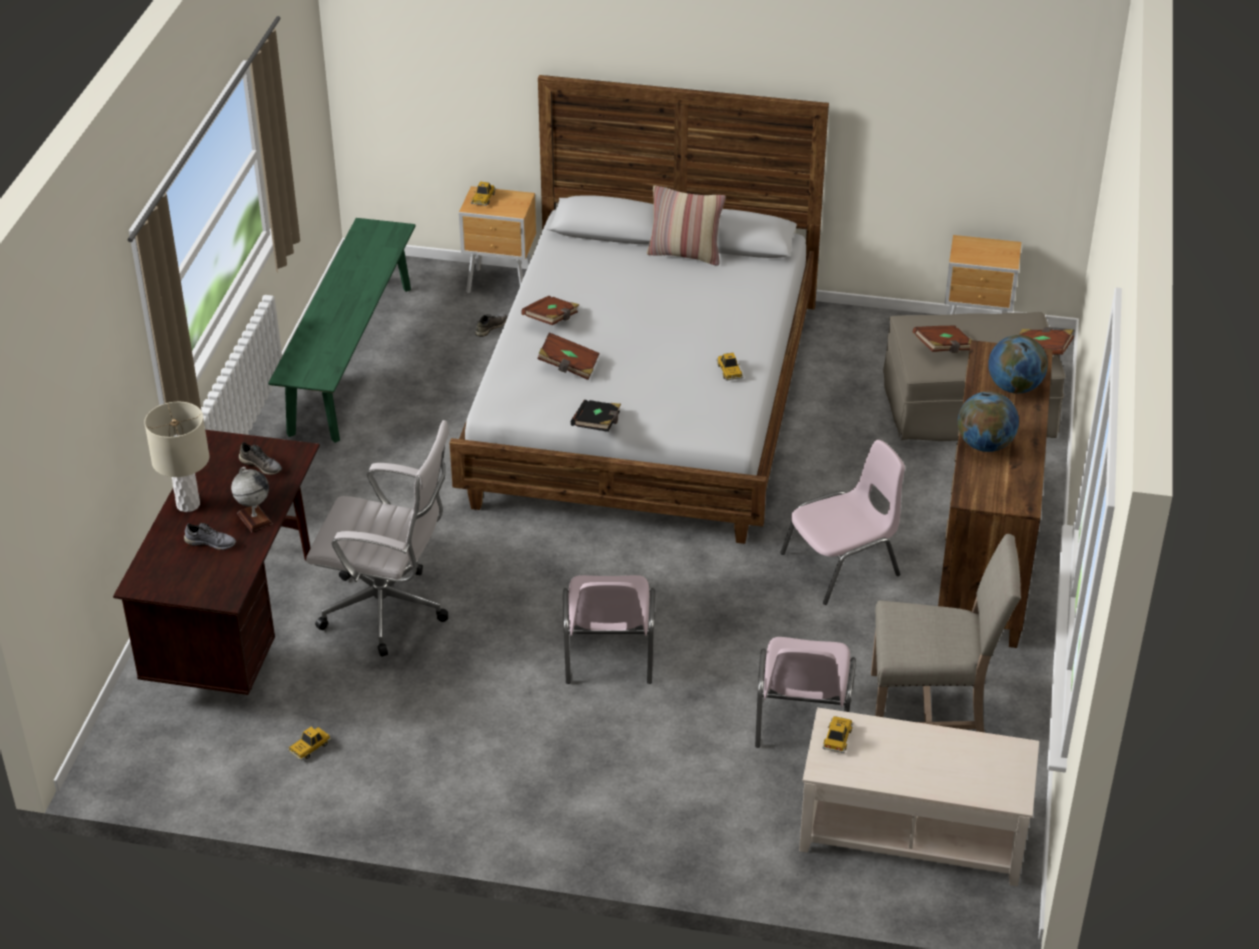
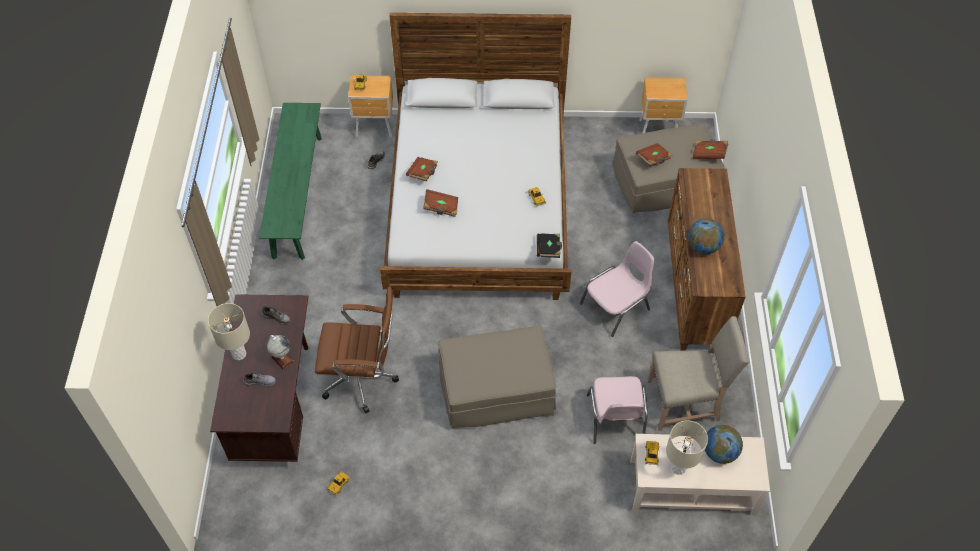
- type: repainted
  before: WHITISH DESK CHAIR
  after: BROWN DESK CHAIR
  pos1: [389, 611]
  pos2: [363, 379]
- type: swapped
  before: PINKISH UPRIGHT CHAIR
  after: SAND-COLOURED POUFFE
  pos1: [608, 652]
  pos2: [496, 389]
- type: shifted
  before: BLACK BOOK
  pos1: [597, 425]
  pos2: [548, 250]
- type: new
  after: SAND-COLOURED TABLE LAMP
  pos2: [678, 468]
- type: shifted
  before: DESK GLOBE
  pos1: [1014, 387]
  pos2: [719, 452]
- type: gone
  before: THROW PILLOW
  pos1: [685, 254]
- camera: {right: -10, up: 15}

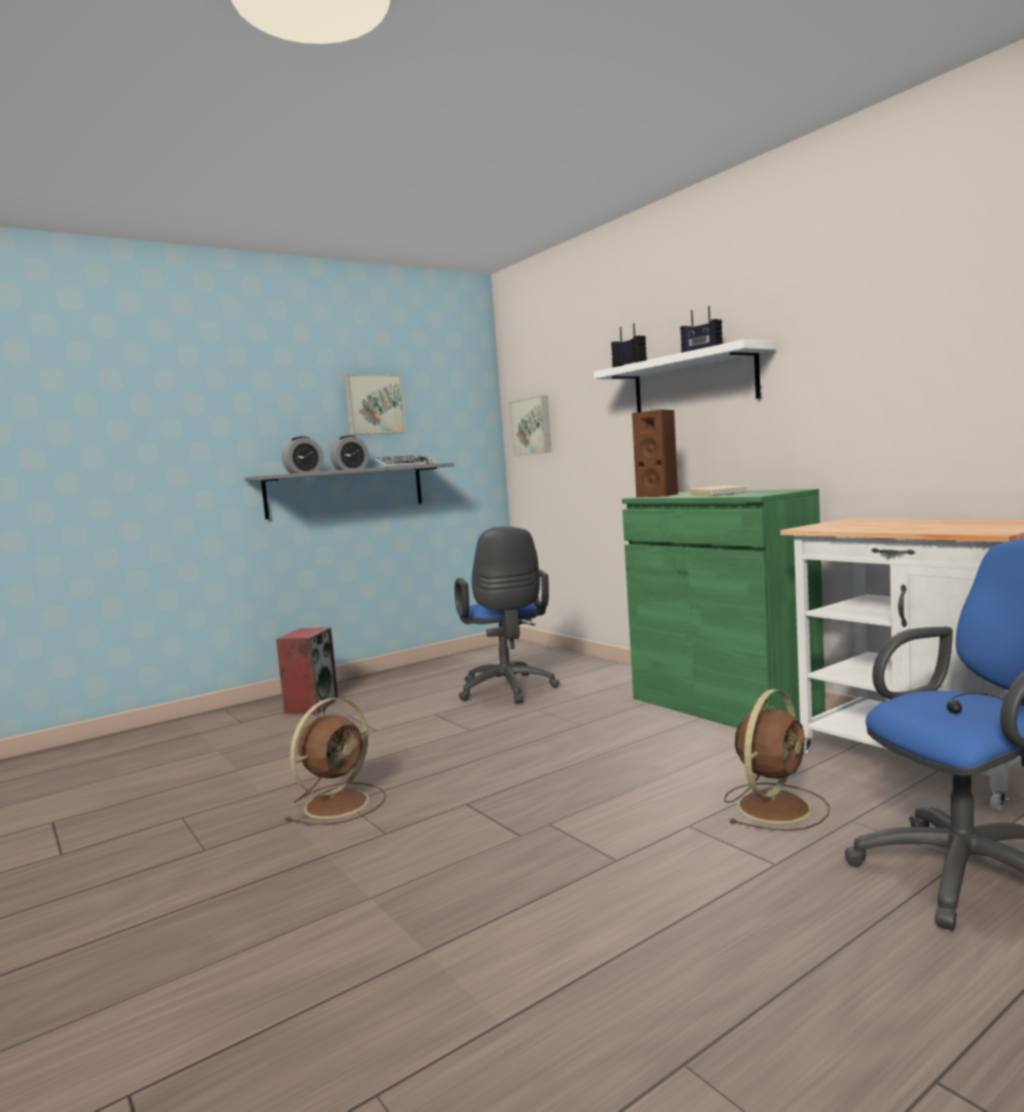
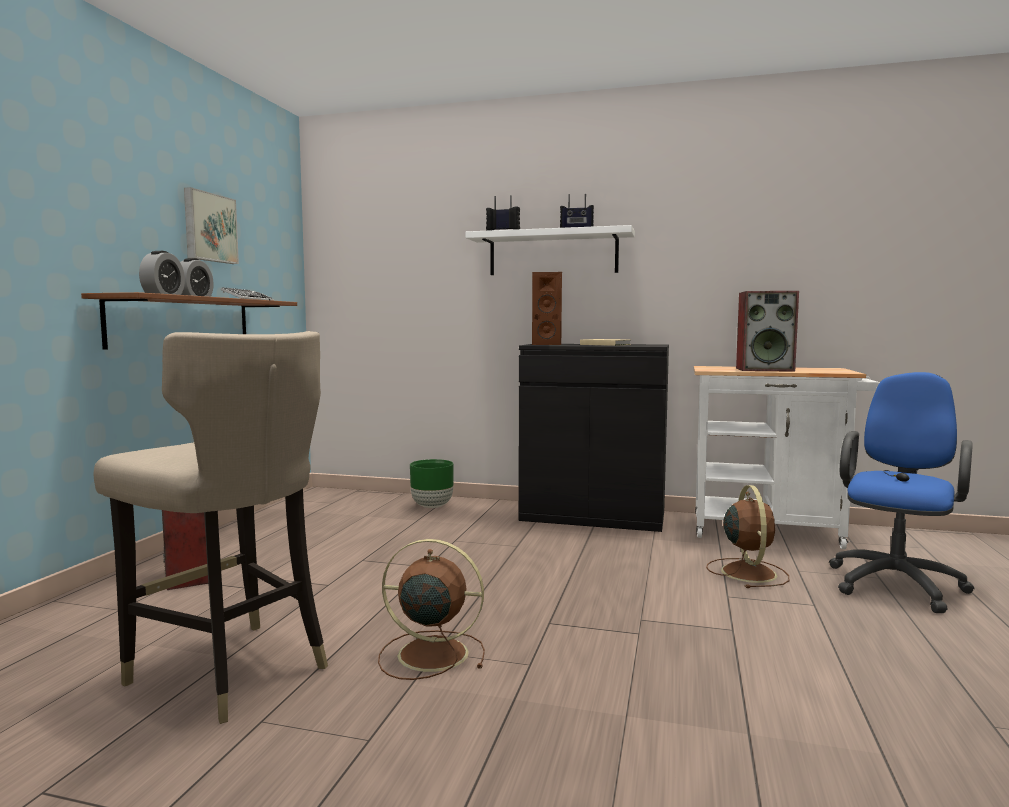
- type: repainted
  before: GREY WALL SHELF
  after: BROWN WALL SHELF
  pos1: [346, 490]
  pos2: [182, 322]
- type: new
  after: SAND-COLOURED STOOL
  pos2: [230, 671]
- type: rotated
  before: BROWN COOLING FAN
  pos1: [339, 803]
  pos2: [429, 654]
  turn: -75
- type: new
  after: GREENISH PLANTER
  pos2: [432, 506]
- type: repainted
  before: GREENISH CABINET
  after: BLACK CABINET
  pos1: [723, 706]
  pos2: [592, 516]
- type: new
  after: LOUDSPEAKER
  pos2: [765, 369]
- type: gone
  before: BLUE DESK CHAIR
  pos1: [508, 691]
- type: gone
  before: PICTURE
  pos1: [532, 426]
- camera: {right: -40, up: 0}

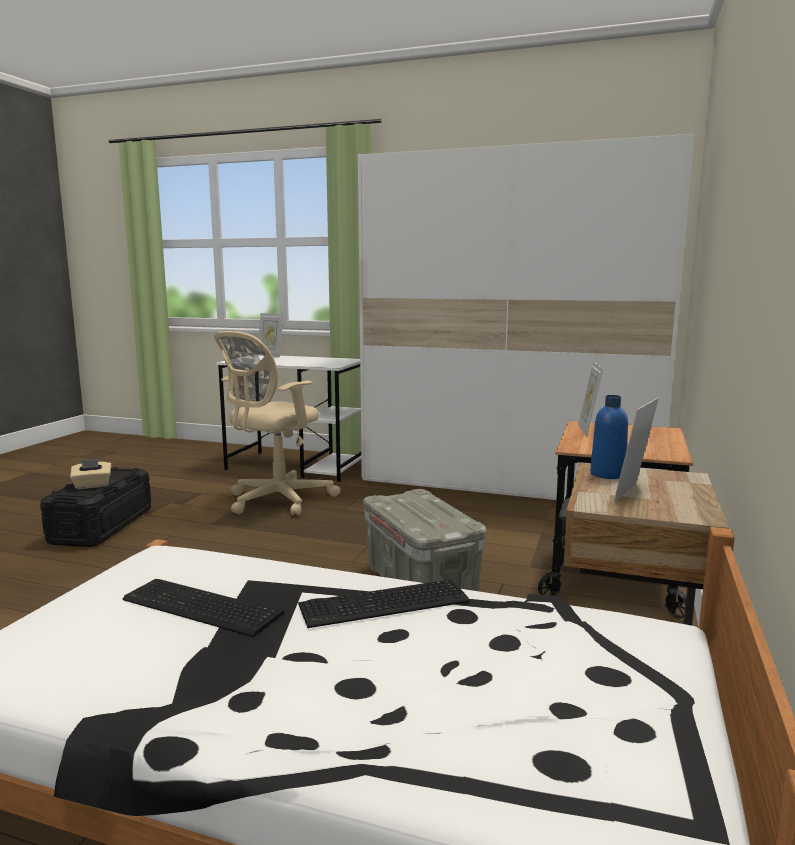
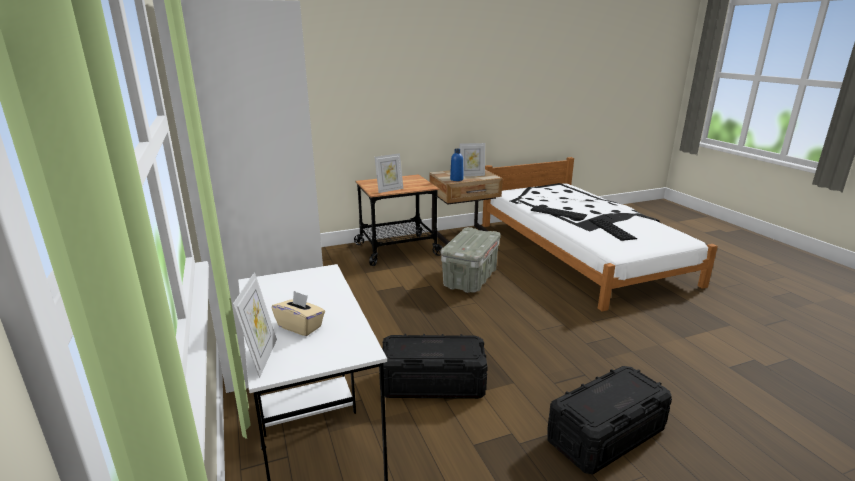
- type: shifted
  before: SAND-COLOURED TISSUE BOX
  pos1: [92, 486]
  pos2: [300, 326]
- type: swapped
  before: SAND-COLOURED DESK CHAIR
  after: BLACK STORAGE BOX
  pos1: [276, 501]
  pos2: [433, 383]
- camera: {right: -130, up: 10}

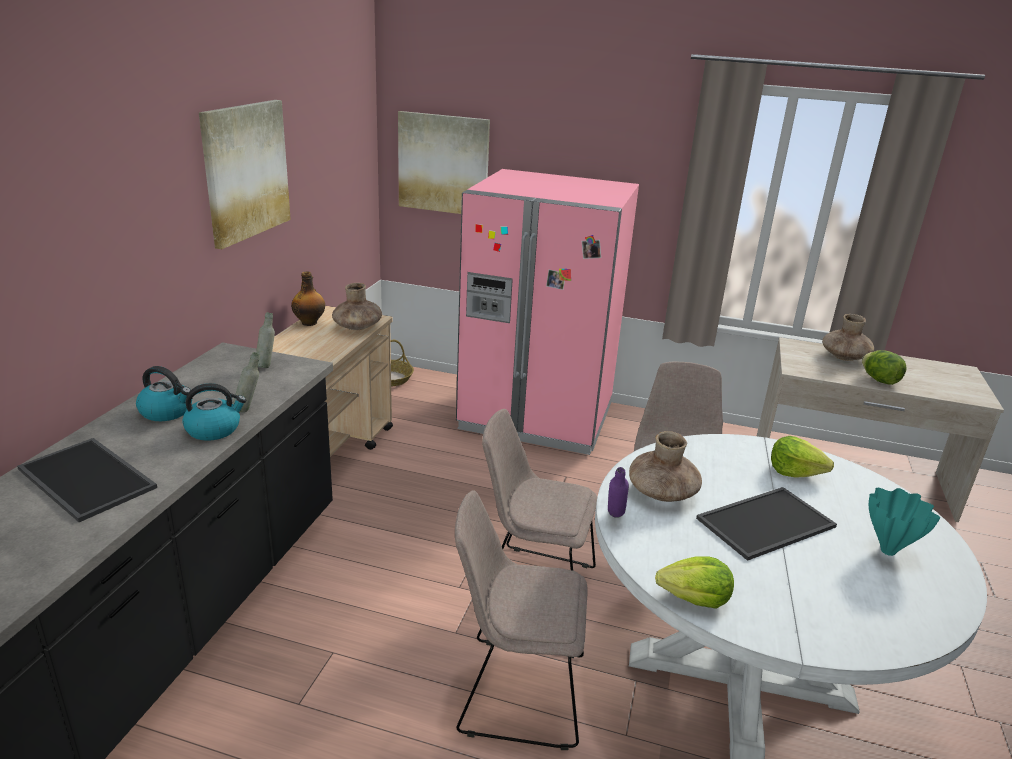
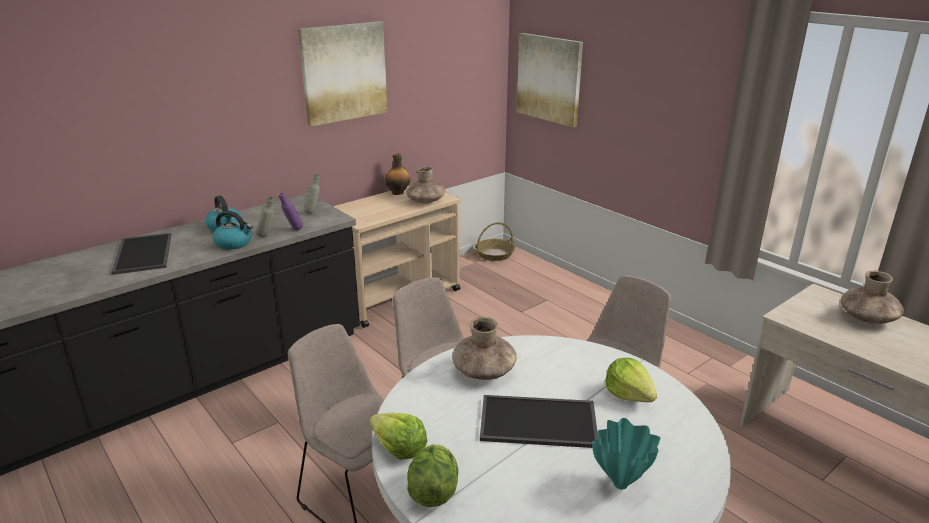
- type: shifted
  before: PURPLE-COLOURED DRINK BOTTLE
  pos1: [614, 518]
  pos2: [293, 230]
- type: shifted
  before: HEAD OF LETTUCE
  pos1: [879, 380]
  pos2: [433, 492]
- type: gone
  before: PINKISH REFRIGERATOR
  pos1: [536, 417]
- camera: {right: 35, up: 0}

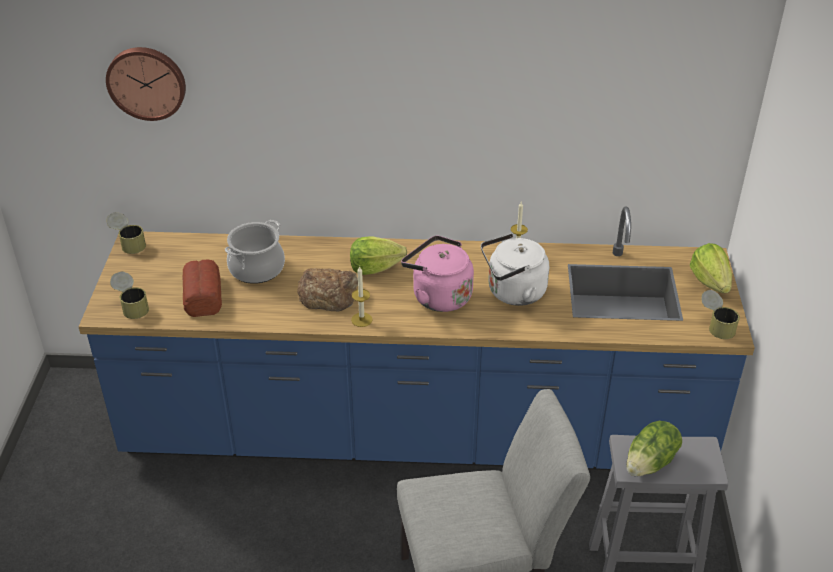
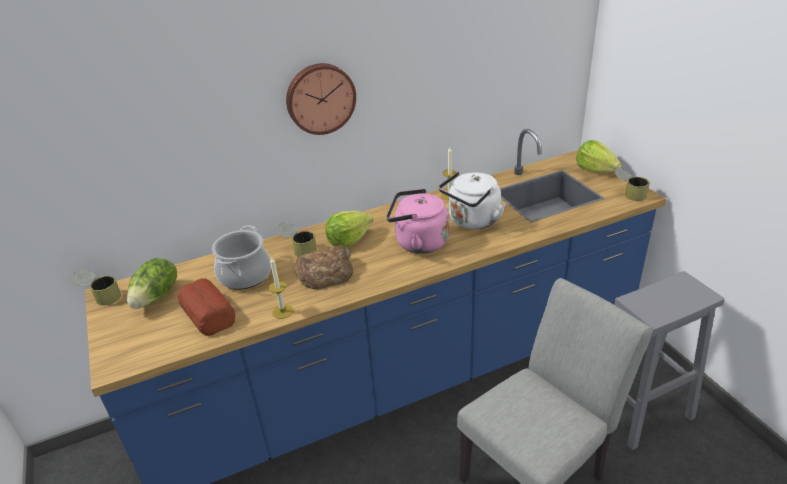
- type: shifted
  before: HEAD OF LETTUCE
  pos1: [651, 463]
  pos2: [157, 296]
- type: shifted
  before: WAX CANDLE
  pos1: [361, 319]
  pos2: [282, 311]
- type: shifted
  before: CAN
  pos1: [132, 306]
  pos2: [299, 250]
- type: shifted
  before: WALL CLOCK
  pos1: [147, 82]
  pos2: [320, 98]
- camera: {right: -25, up: -5}

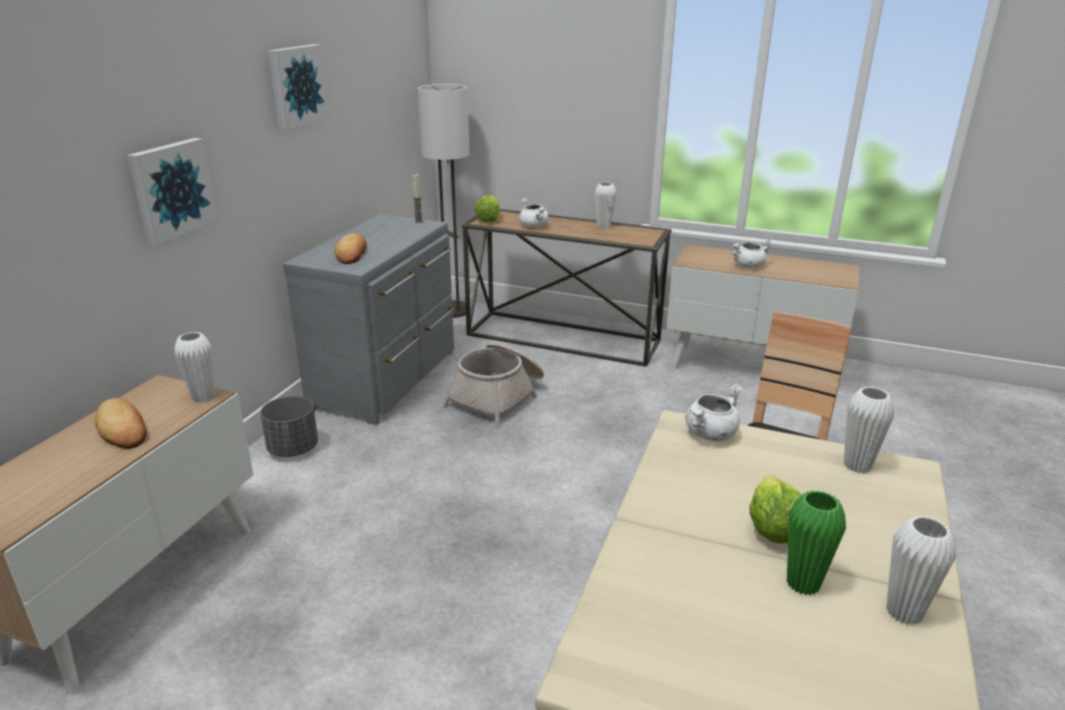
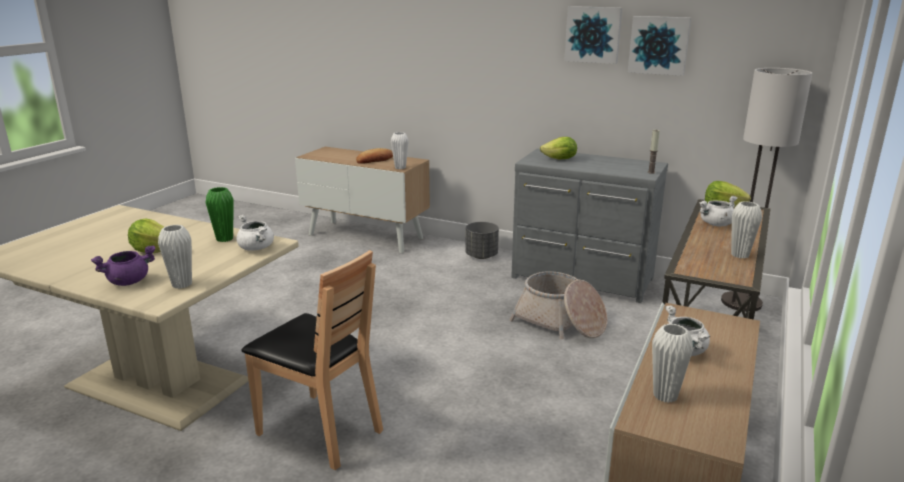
- type: new
  after: PURPLE-COLOURED STOCKPOT
  pos2: [129, 281]
- type: shifted
  before: GREENISH VASE
  pos1: [803, 584]
  pos2: [224, 239]
- type: swapped
  before: BREAD
  after: HEAD OF LETTUCE
  pos1: [352, 253]
  pos2: [560, 159]
- type: shifted
  before: PICTURE
  pos1: [171, 189]
  pos2: [659, 45]
- type: shifted
  before: WHITISH VASE
  pos1: [904, 612]
  pos2: [665, 396]
- camera: {right: 95, up: -5}

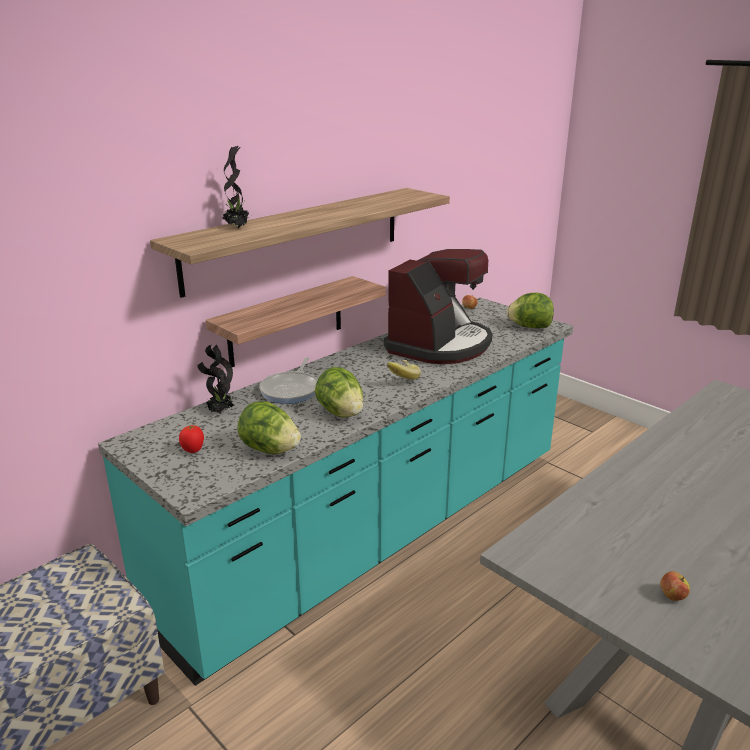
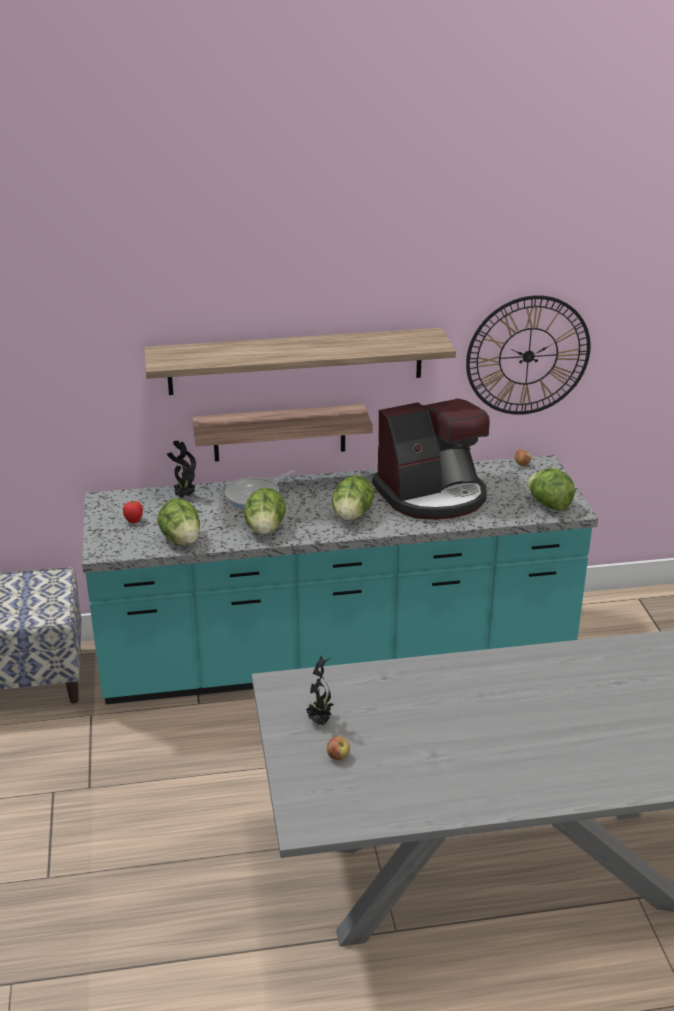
- type: shifted
  before: HOUSEPLANT
  pos1: [238, 227]
  pos2: [320, 721]
- type: swapped
  before: BANANA FRUIT
  after: HEAD OF LETTUCE
  pos1: [401, 378]
  pos2: [352, 516]
- type: new
  after: WALL CLOCK
  pos2: [528, 356]
- camera: {right: 35, up: 5}

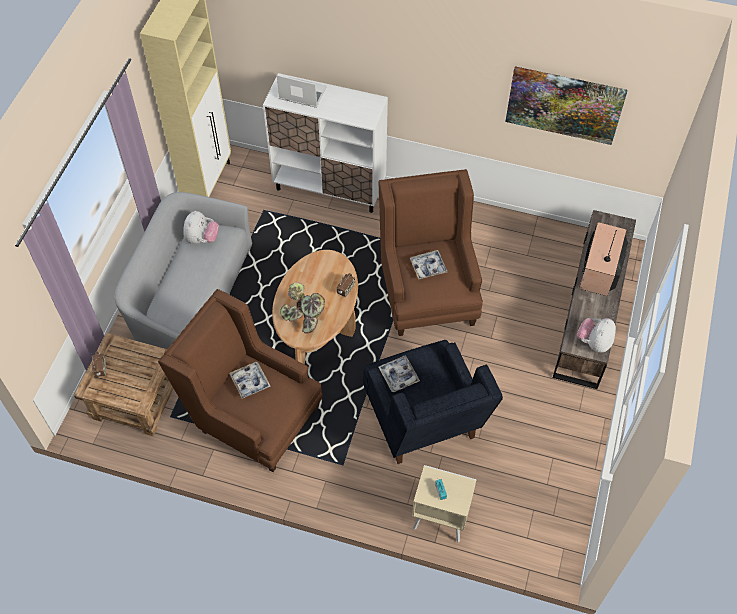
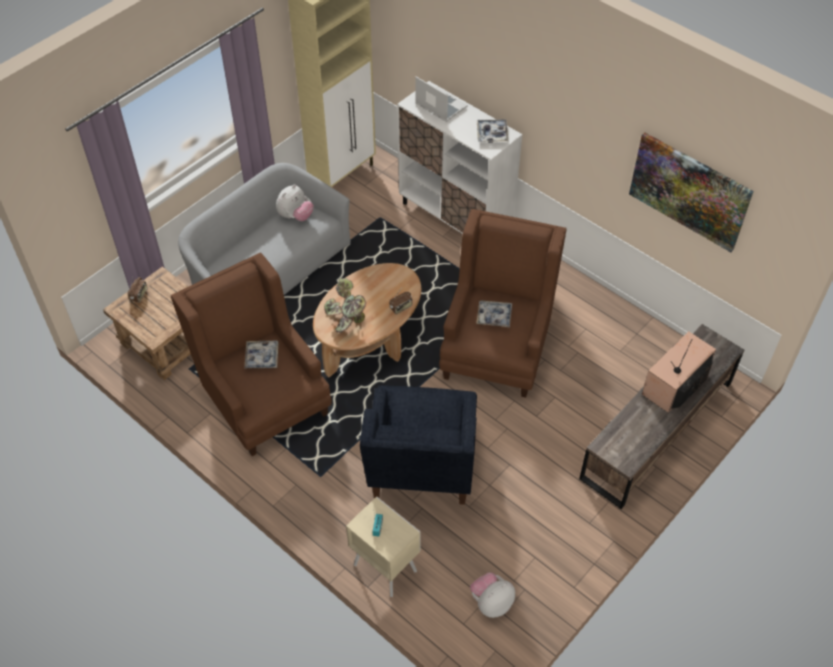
- type: shifted
  before: PLUSH TOY
  pos1: [594, 342]
  pos2: [491, 602]
- type: shifted
  before: TRAY
  pos1: [398, 376]
  pos2: [492, 134]
- camera: {right: 25, up: -5}

